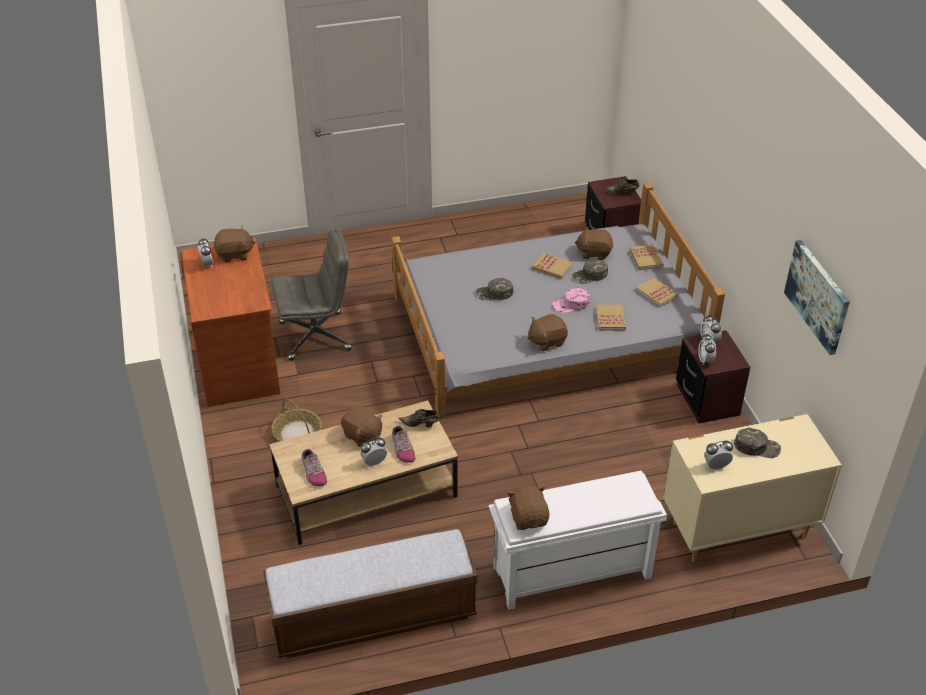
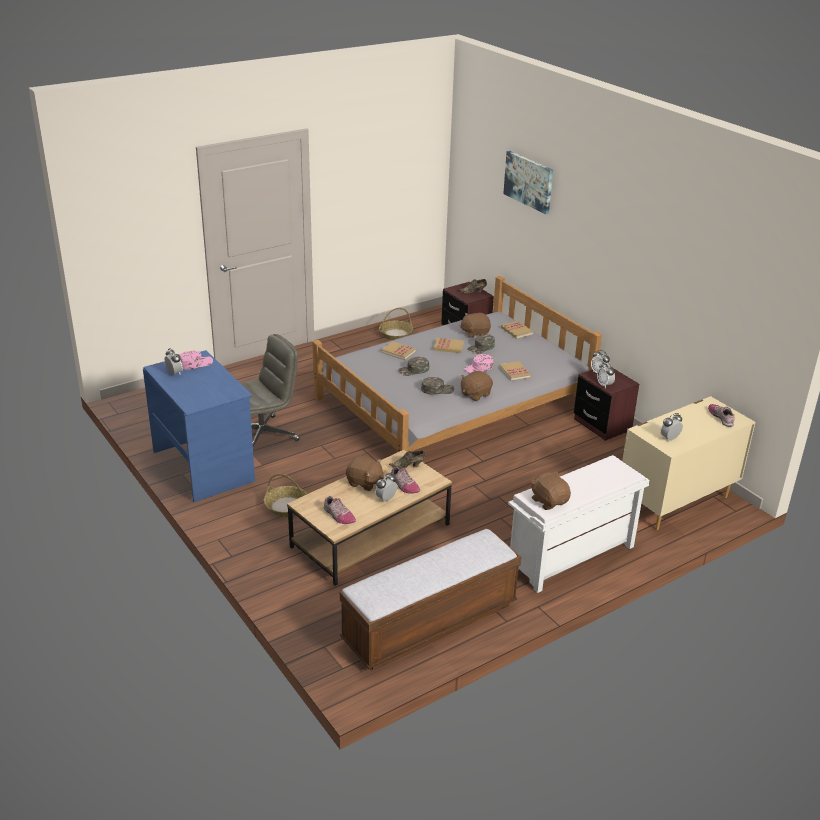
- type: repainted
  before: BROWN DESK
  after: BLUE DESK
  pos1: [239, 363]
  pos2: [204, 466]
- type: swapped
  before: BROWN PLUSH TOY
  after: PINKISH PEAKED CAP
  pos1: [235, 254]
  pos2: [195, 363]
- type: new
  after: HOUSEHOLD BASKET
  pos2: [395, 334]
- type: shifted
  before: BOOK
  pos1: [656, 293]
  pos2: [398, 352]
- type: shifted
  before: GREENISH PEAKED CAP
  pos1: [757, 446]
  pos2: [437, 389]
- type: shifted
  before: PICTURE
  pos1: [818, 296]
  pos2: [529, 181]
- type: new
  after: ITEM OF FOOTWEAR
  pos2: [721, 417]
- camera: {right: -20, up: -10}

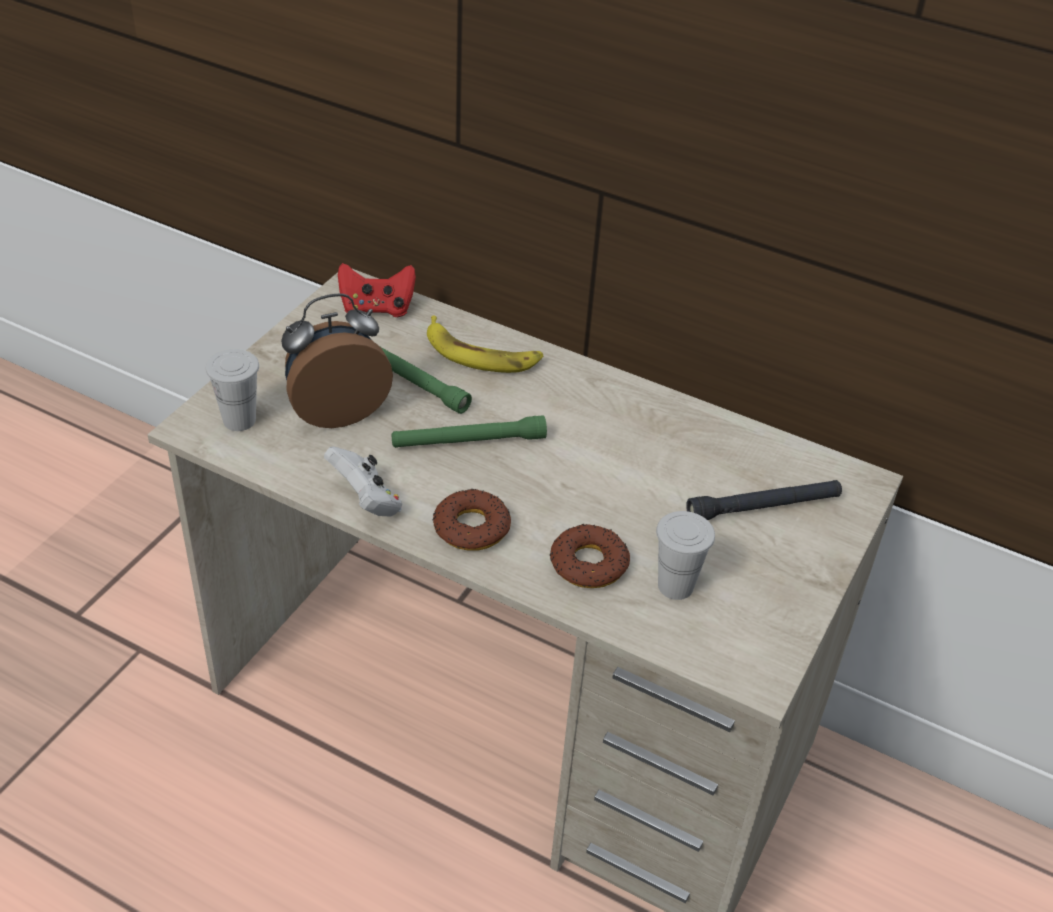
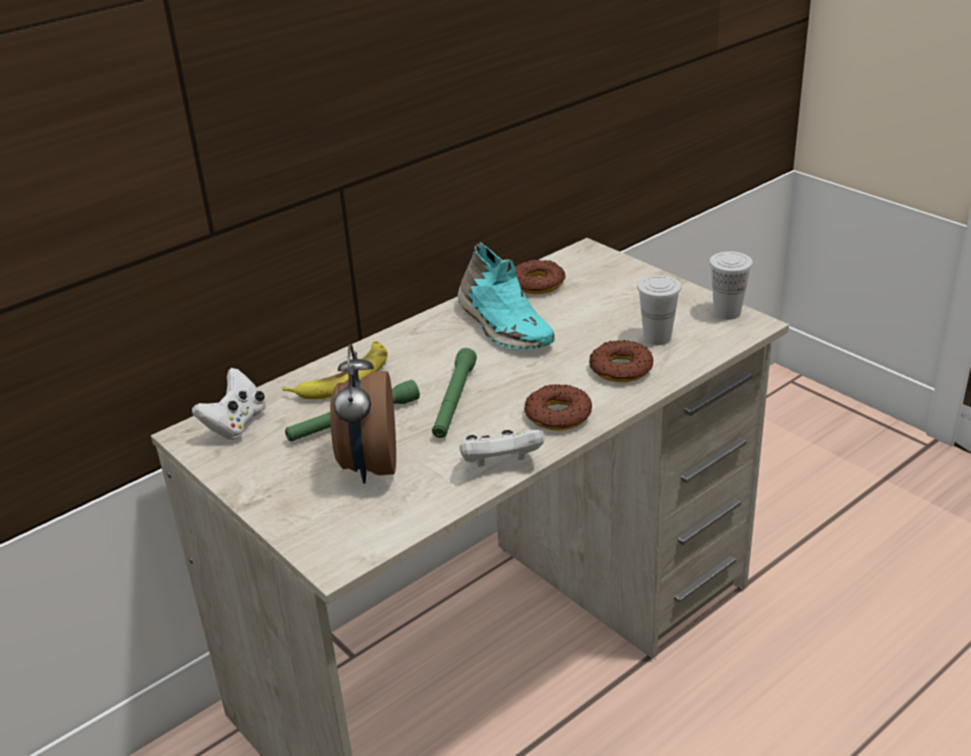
- type: repainted
  before: REDDISH JOYPAD
  after: WHITISH JOYPAD
  pos1: [377, 308]
  pos2: [235, 424]
- type: new
  after: TURQUOISE ITEM OF FOOTWEAR
  pos2: [502, 326]
- type: new
  after: DONUT
  pos2: [537, 283]
- type: shifted
  before: WHITISH CUP
  pos1: [239, 420]
  pos2: [727, 313]
- type: gone
  before: BLACK TORCH
  pos1: [763, 507]
- camera: {right: -65, up: -10}

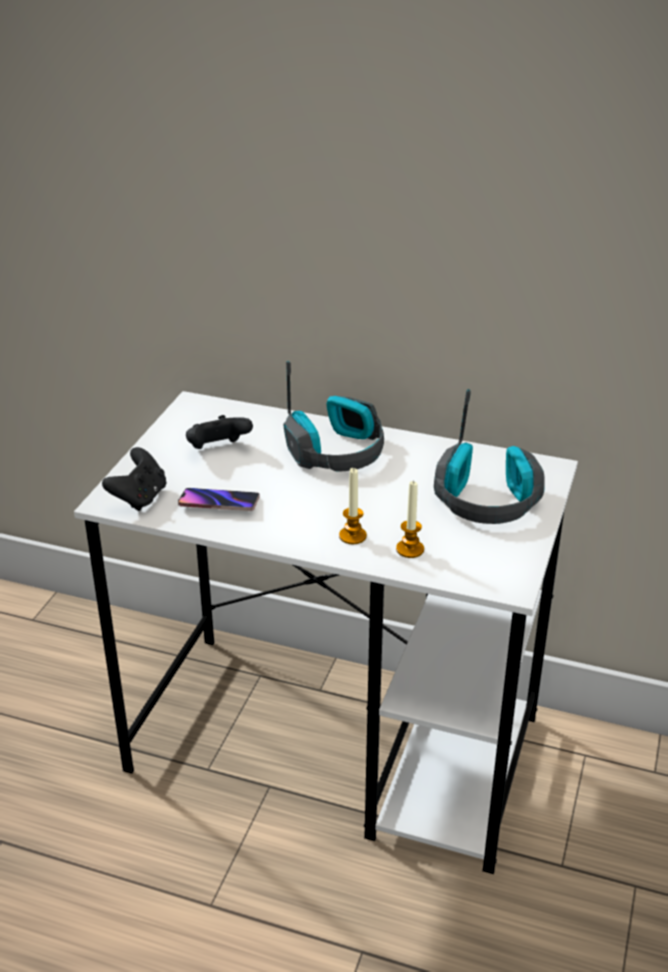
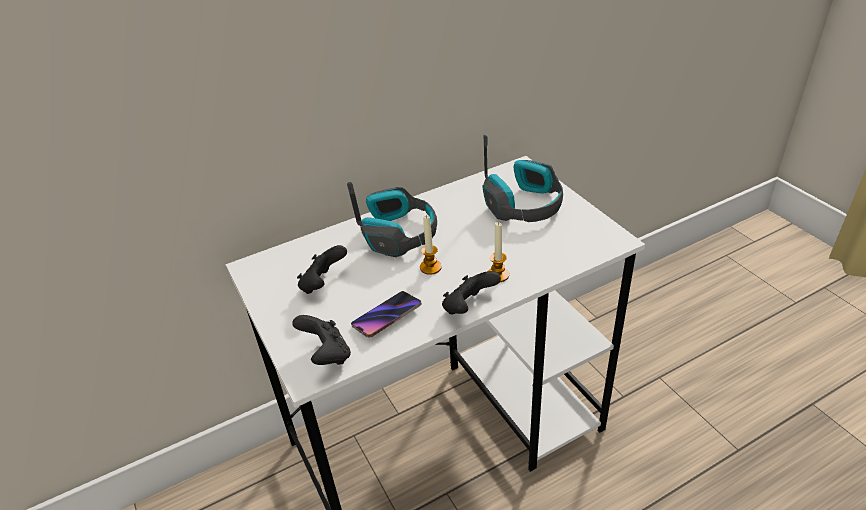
- type: shifted
  before: WAX CANDLE
  pos1: [410, 549]
  pos2: [430, 267]
- type: new
  after: BLACK JOYPAD
  pos2: [468, 307]
- camera: {right: -45, up: 5}

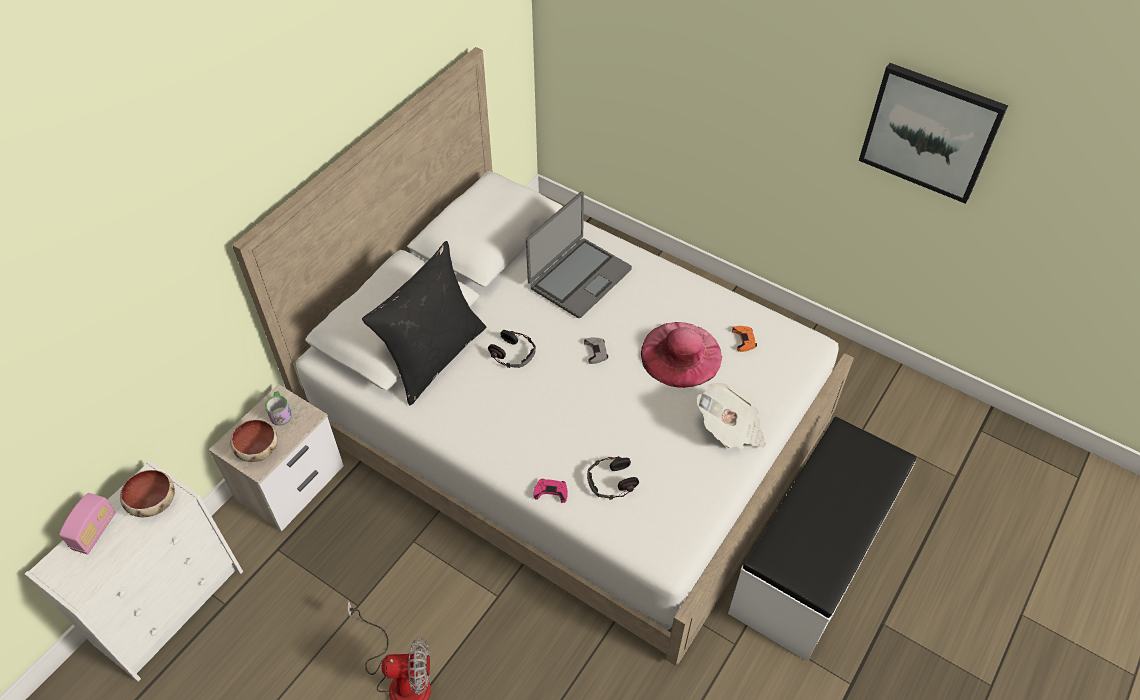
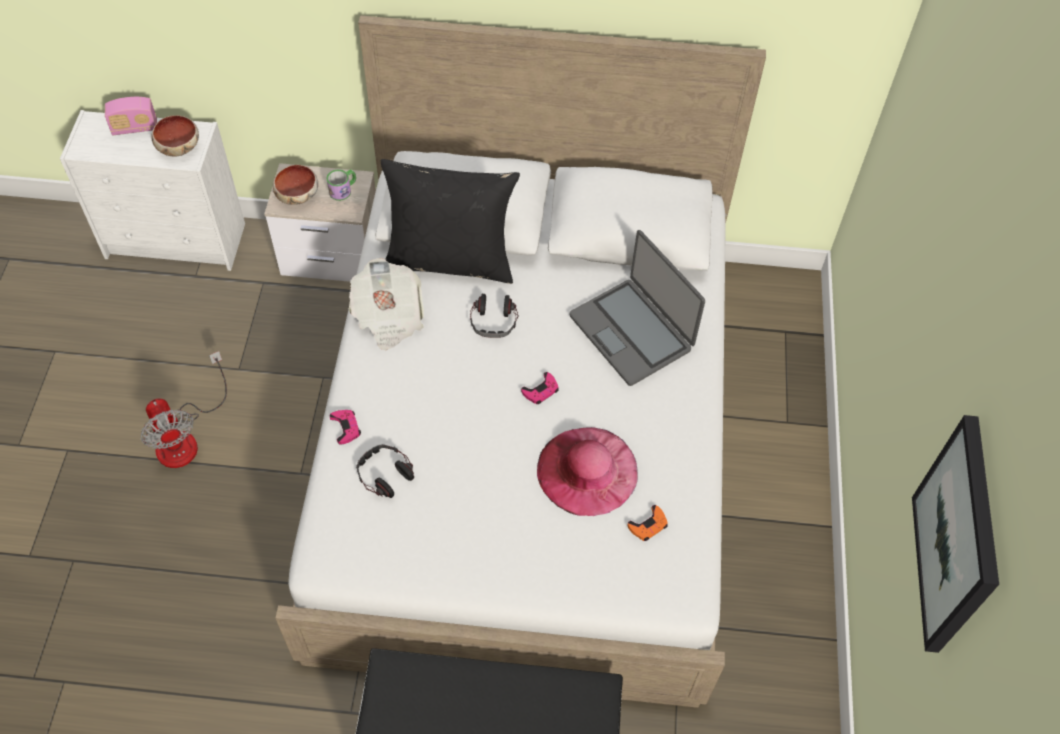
- type: shifted
  before: PRINTED PAPER
  pos1: [730, 429]
  pos2: [388, 317]
- type: repainted
  before: GREY JOYPAD
  after: PINKISH JOYPAD
  pos1: [596, 352]
  pos2: [541, 390]
- type: rotated
  before: PORTABLE COMPUTER
  pos1: [579, 278]
  pos2: [632, 332]
  turn: 45
- camera: {right: 60, up: 5}

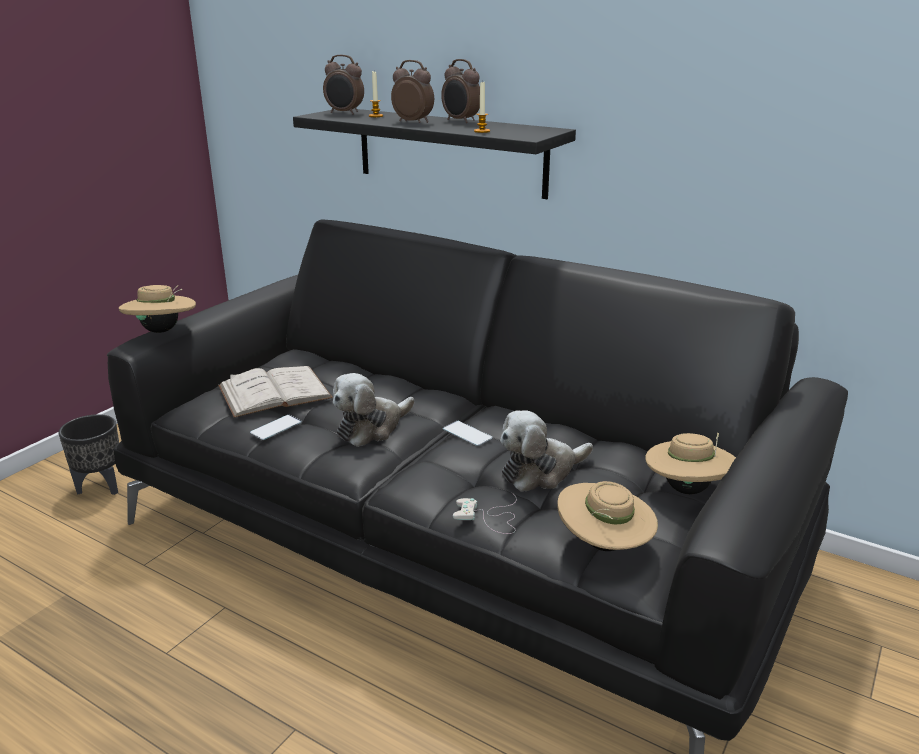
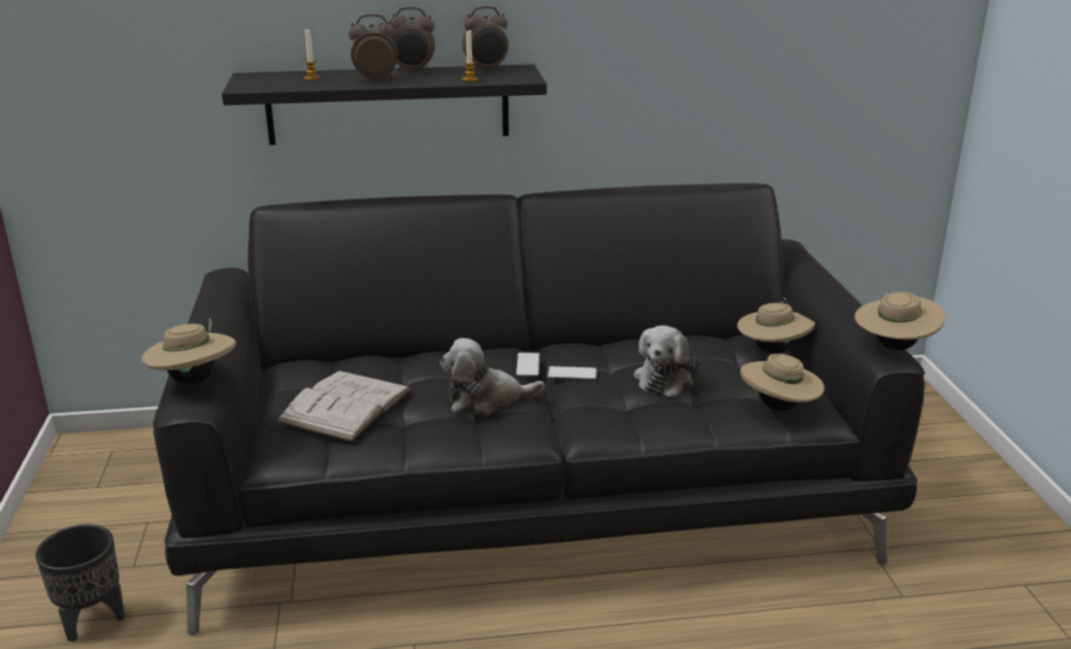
- type: rotated
  before: PLUSH TOY
  pos1: [372, 428]
  pos2: [486, 400]
  turn: 75
- type: shifted
  before: ALARM CLOCK
  pos1: [344, 113]
  pos2: [486, 70]
- type: shifted
  before: TELEPHONE
  pos1: [276, 427]
  pos2: [527, 364]
- type: new
  after: SAND-COLOURED CLOTHING HAT
  pos2: [893, 346]
- type: gone
  before: WHITISH JOYPAD
  pos1: [489, 517]
- camera: {right: -40, up: 0}

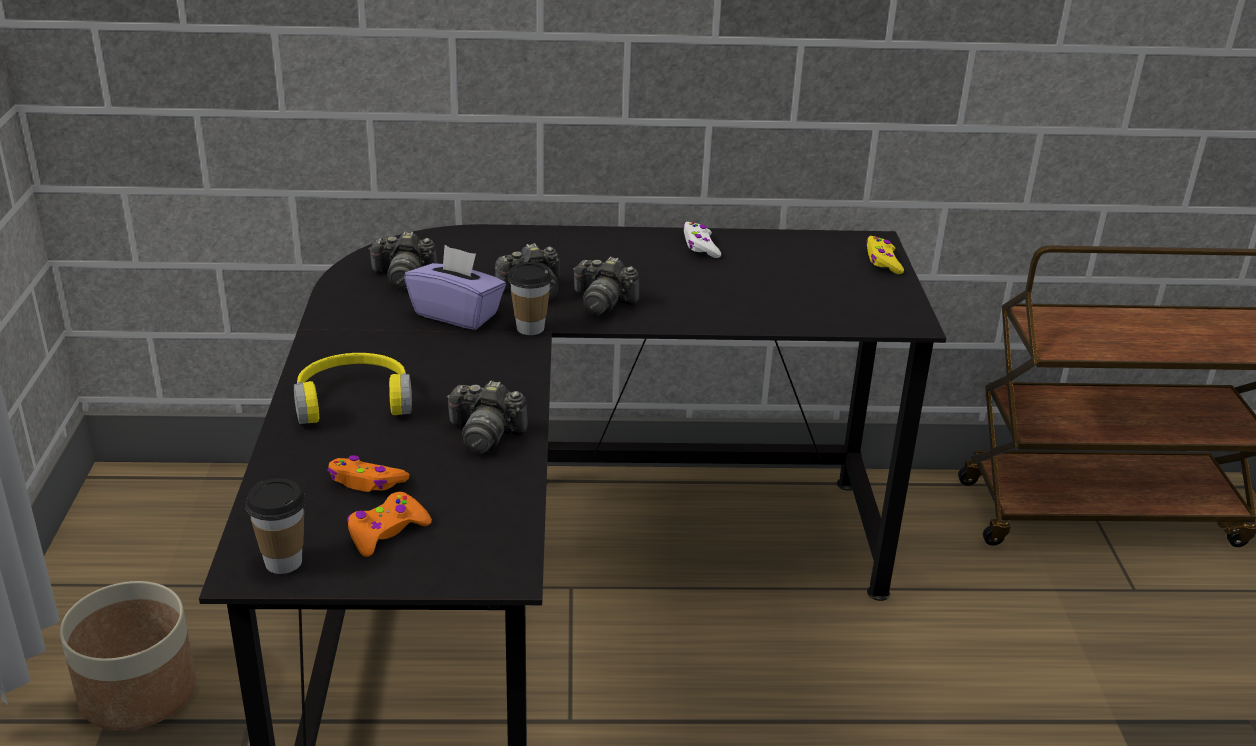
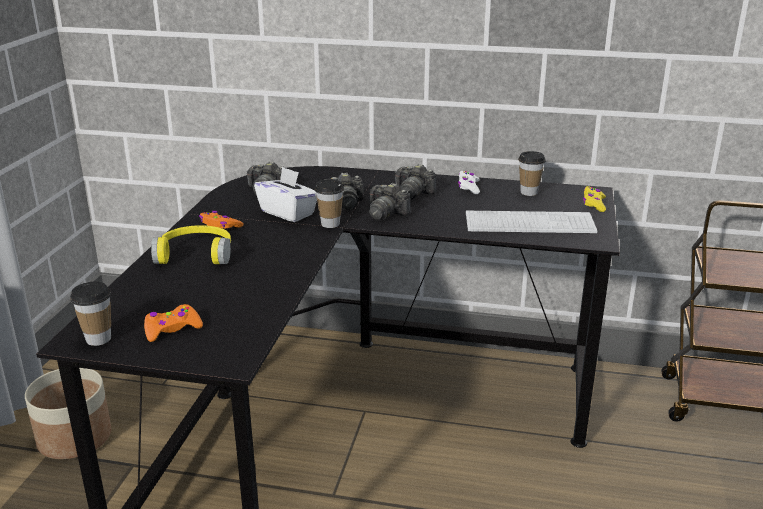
- type: shifted
  before: ORANGEY JOYPAD
  pos1: [366, 482]
  pos2: [220, 226]
- type: repainted
  before: PURPLE-COLOURED TISSUE BOX
  after: WHITISH TISSUE BOX
  pos1: [457, 314]
  pos2: [288, 213]
- type: shifted
  before: PHOTO CAMERA
  pos1: [485, 435]
  pos2: [413, 193]
- type: new
  after: PC KEYBOARD
  pos2: [529, 223]
- type: new
  after: CUP
  pos2: [529, 192]
- camera: {right: 15, up: -5}

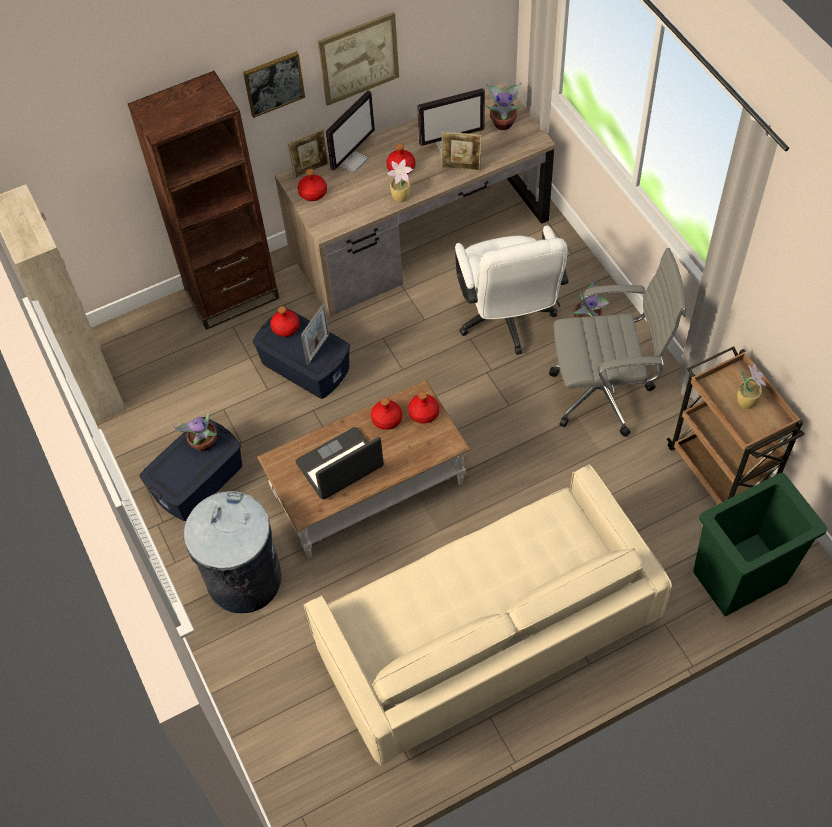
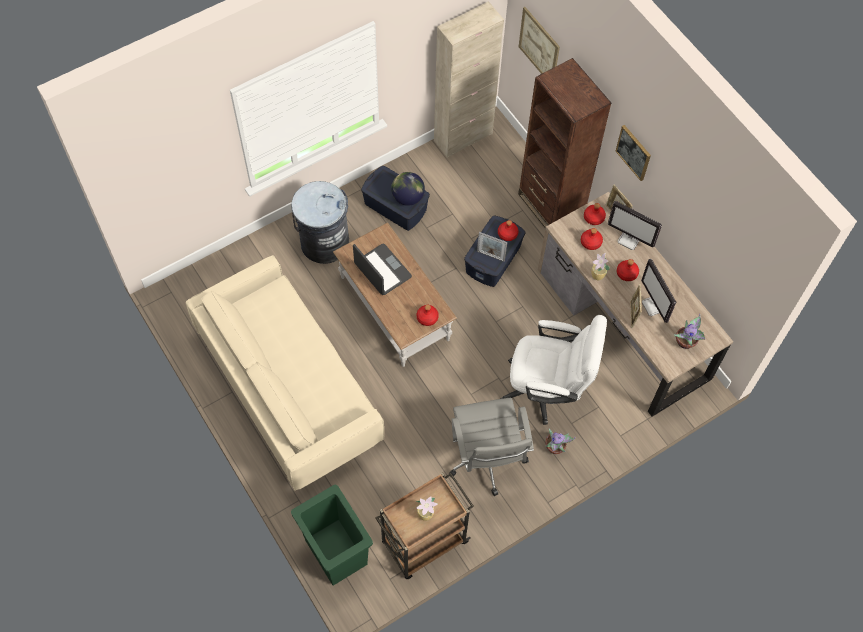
- type: swapped
  before: HOUSEPLANT
  after: DESK GLOBE
  pos1: [203, 444]
  pos2: [407, 197]
- type: rotated
  before: WHITISH DESK CHAIR
  pos1: [507, 321]
  pos2: [547, 390]
  turn: -150
- type: shifted
  before: PICTURE
  pos1: [359, 58]
  pos2: [539, 46]
- type: shifted
  before: REDDISH DRINK BOTTLE
  pos1: [387, 419]
  pos2: [591, 242]
- camera: {right: 80, up: 5}

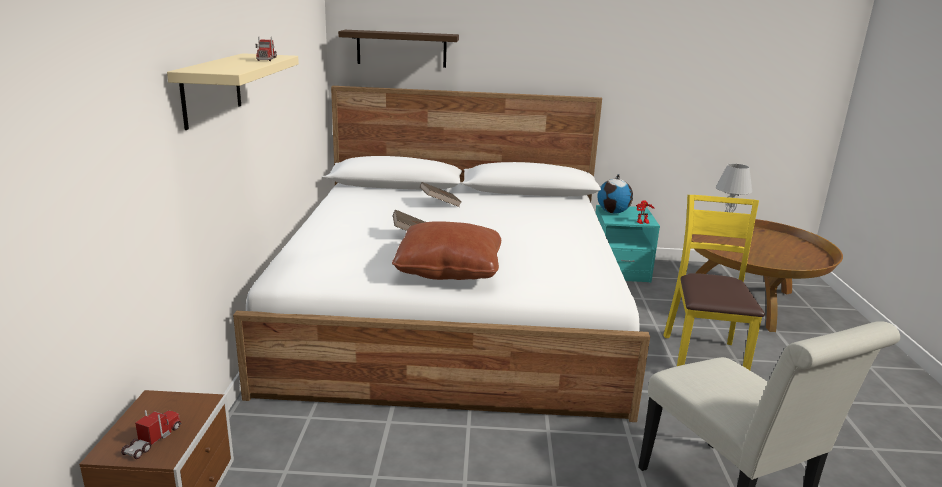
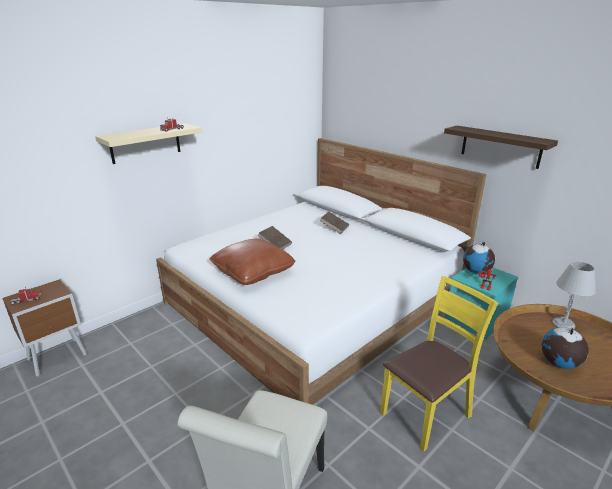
- type: shifted
  before: WALL SHELF
  pos1: [401, 48]
  pos2: [500, 146]
- type: new
  after: DESK GLOBE
  pos2: [559, 363]
- camera: {right: 45, up: 5}

